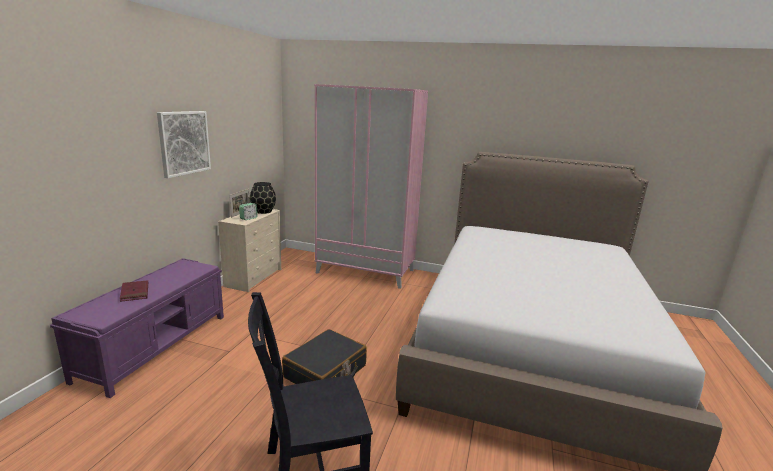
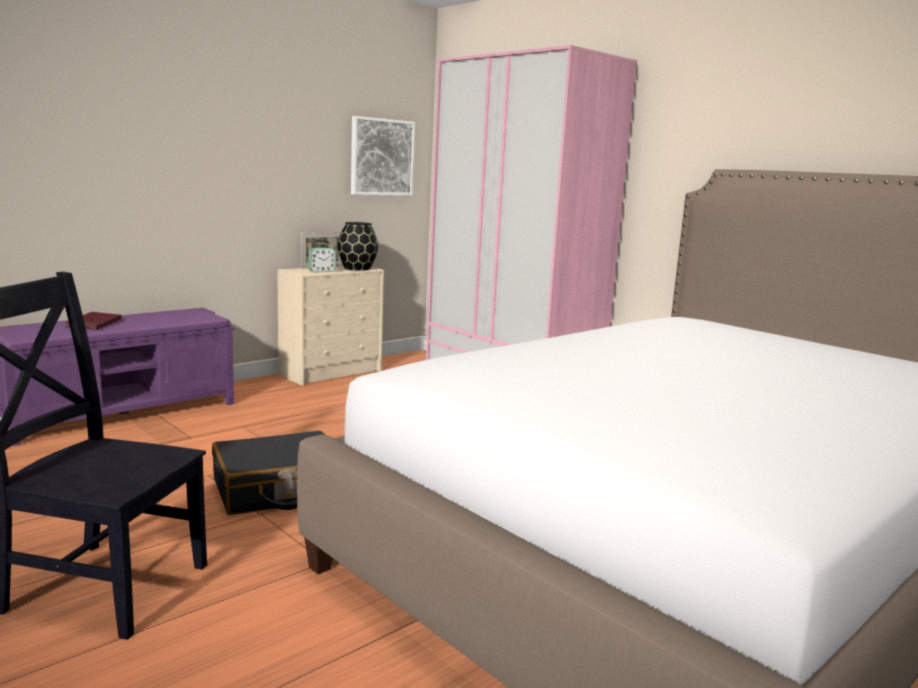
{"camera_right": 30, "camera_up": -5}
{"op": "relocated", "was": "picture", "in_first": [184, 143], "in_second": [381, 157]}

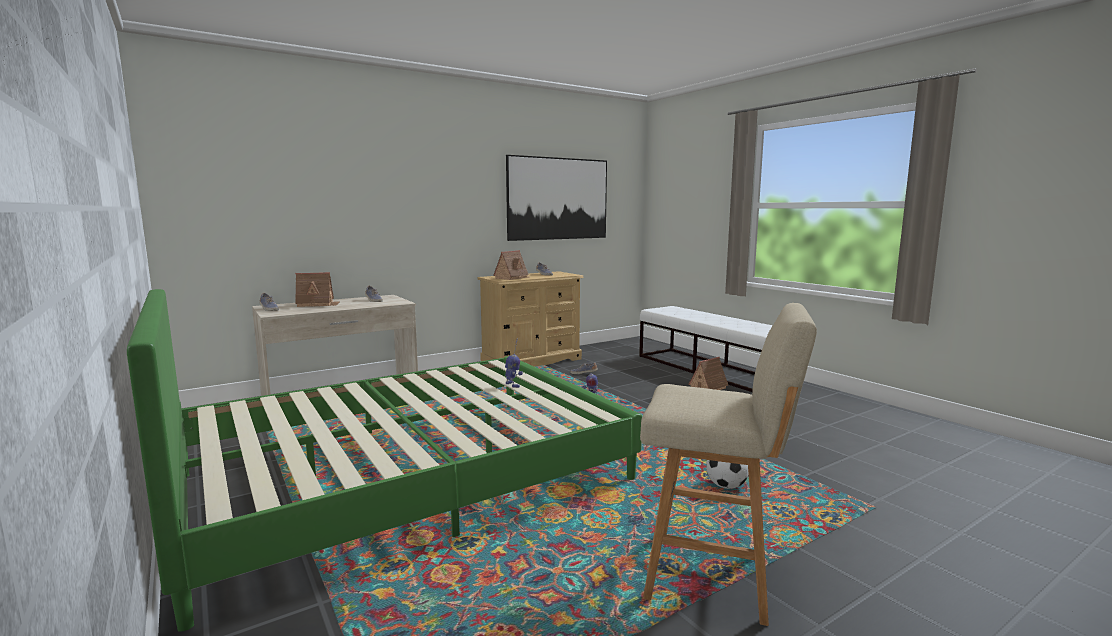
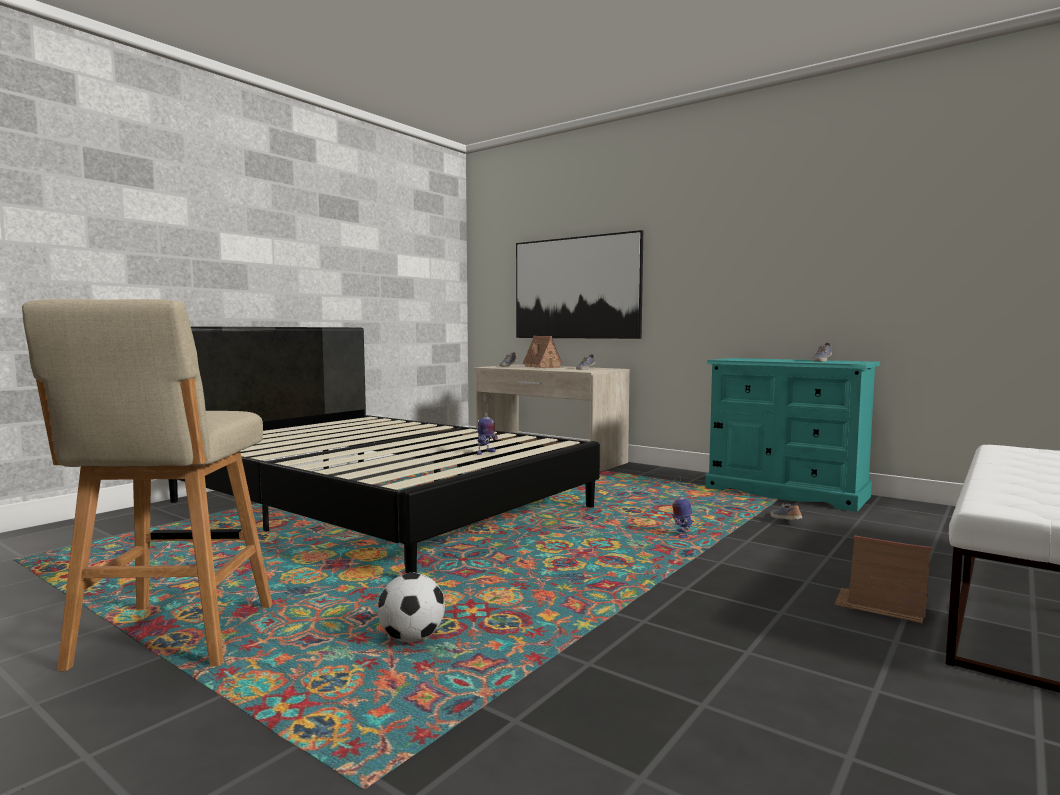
{"camera_right": 70, "camera_up": -5}
{"op": "relocated", "was": "picture", "in_first": [558, 199], "in_second": [576, 288]}
{"op": "missing", "was": "toy house", "in_first": [512, 278]}
{"op": "colour", "was": "beige dresser", "now": "turquoise dresser", "in_first": [532, 361], "in_second": [786, 492]}
{"op": "colour", "was": "green bed", "now": "black bed", "in_first": [404, 477], "in_second": [378, 504]}

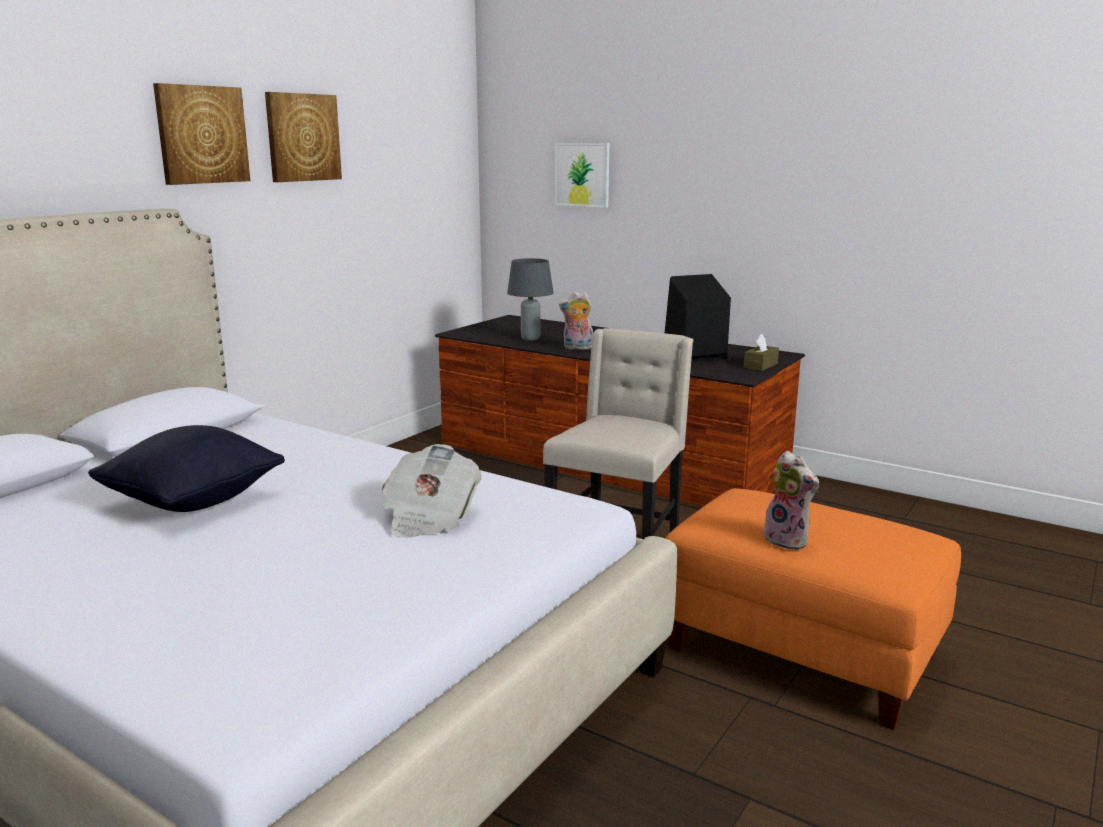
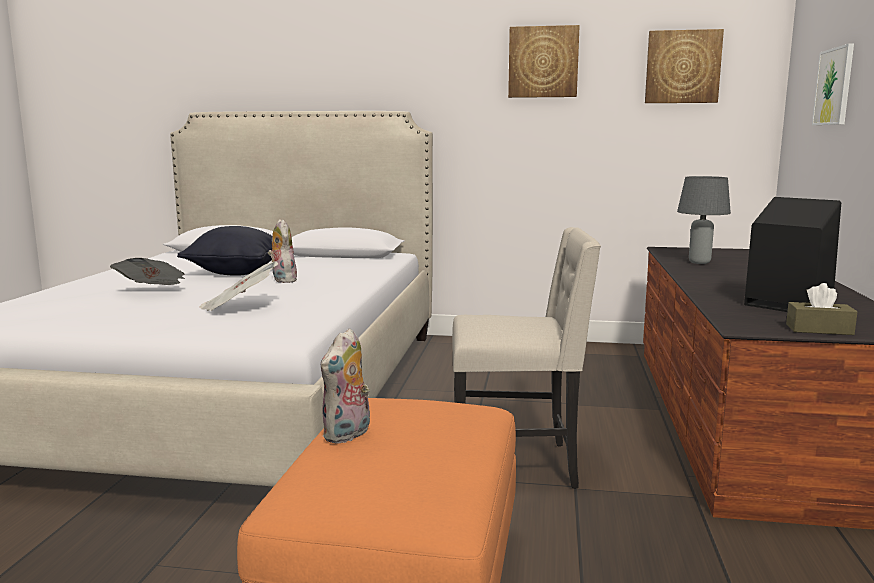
{"camera_right": 65, "camera_up": -5}
{"op": "relocated", "was": "picture", "in_first": [201, 134], "in_second": [682, 67]}
{"op": "relocated", "was": "plush toy", "in_first": [577, 348], "in_second": [282, 280]}
{"op": "appeared", "now": "newspaper", "in_second": [153, 291]}

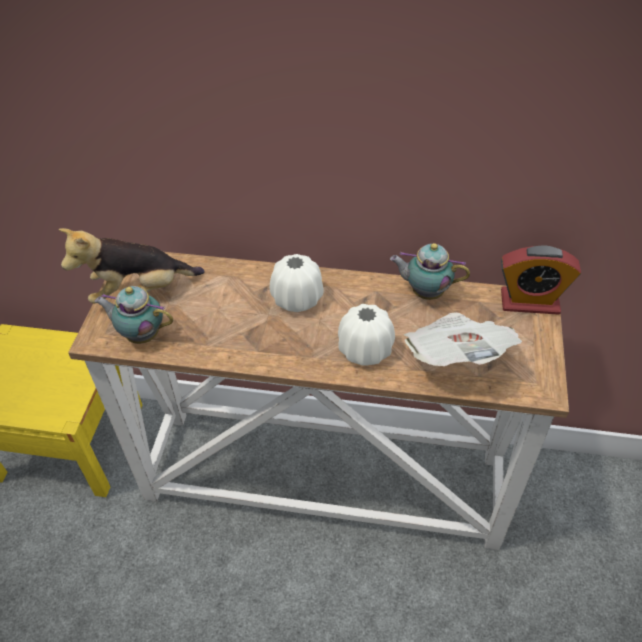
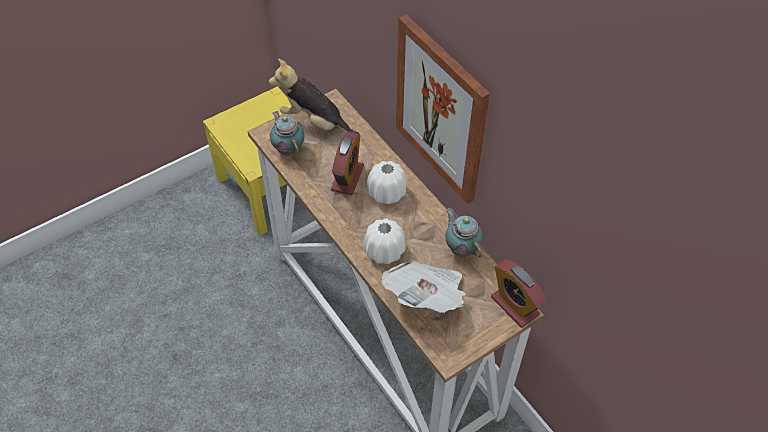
{"camera_right": 45, "camera_up": 5}
{"op": "appeared", "now": "picture", "in_second": [441, 110]}
{"op": "appeared", "now": "alarm clock", "in_second": [347, 178]}

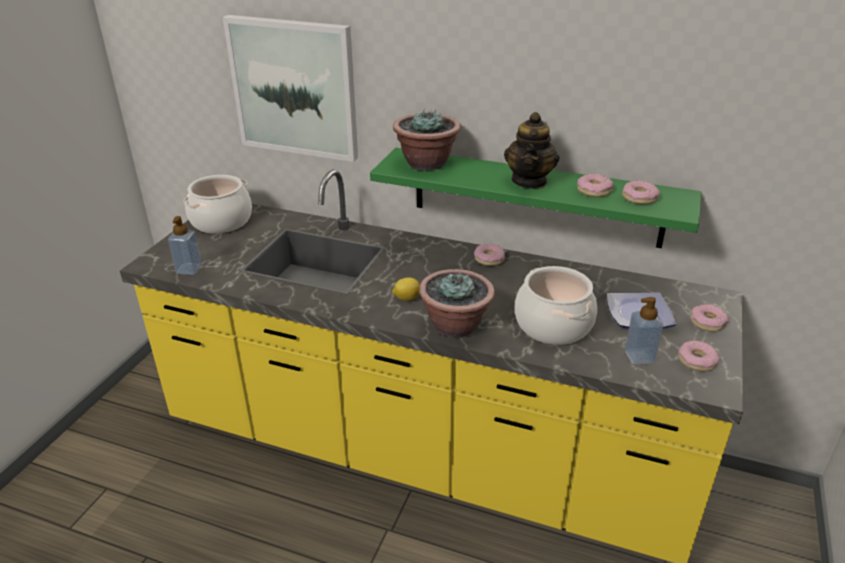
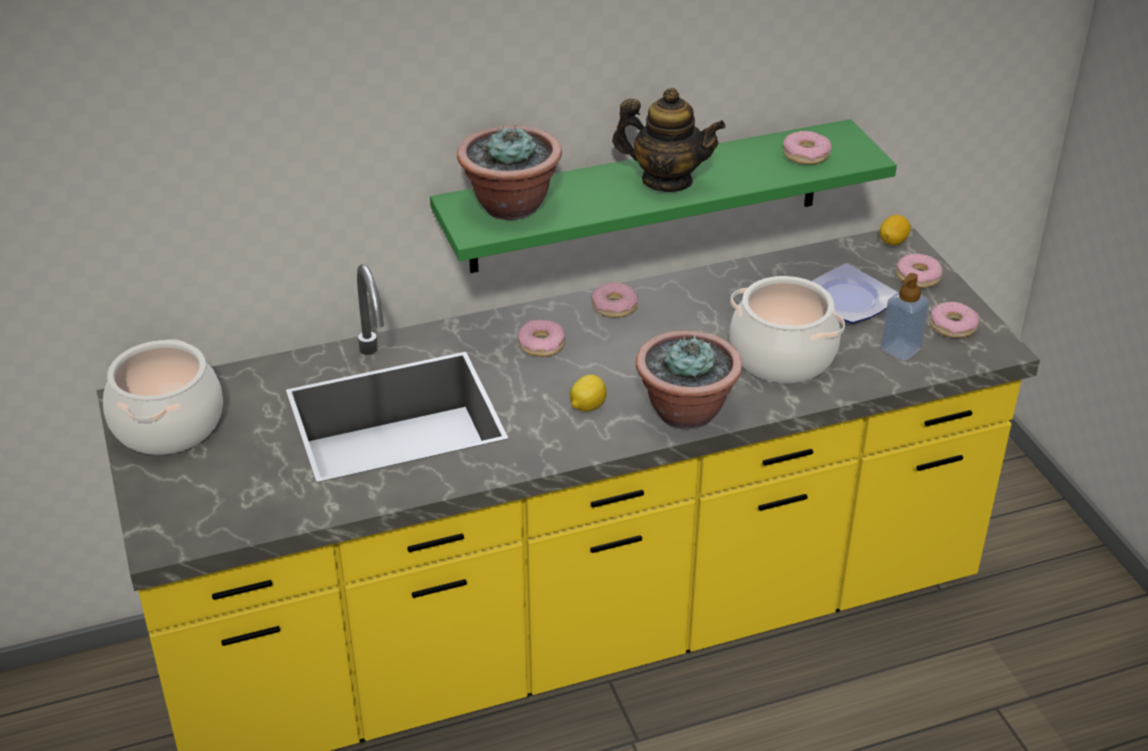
{"camera_right": -40, "camera_up": 5}
{"op": "missing", "was": "picture", "in_first": [294, 88]}
{"op": "spun", "was": "teapot", "in_first": [530, 181], "in_second": [666, 180], "clockwise": -45}
{"op": "relocated", "was": "donut", "in_first": [594, 191], "in_second": [541, 344]}
{"op": "missing", "was": "soap dispenser", "in_first": [189, 269]}
{"op": "appeared", "now": "lemon", "in_second": [893, 241]}

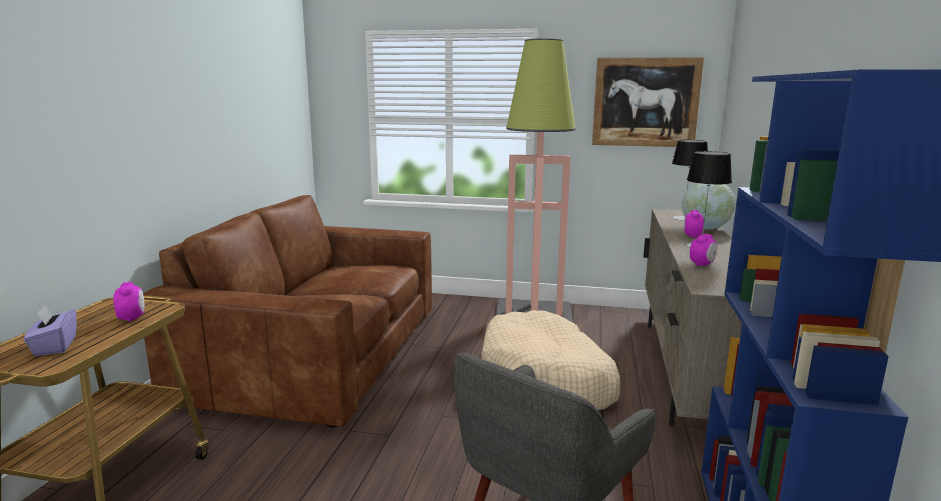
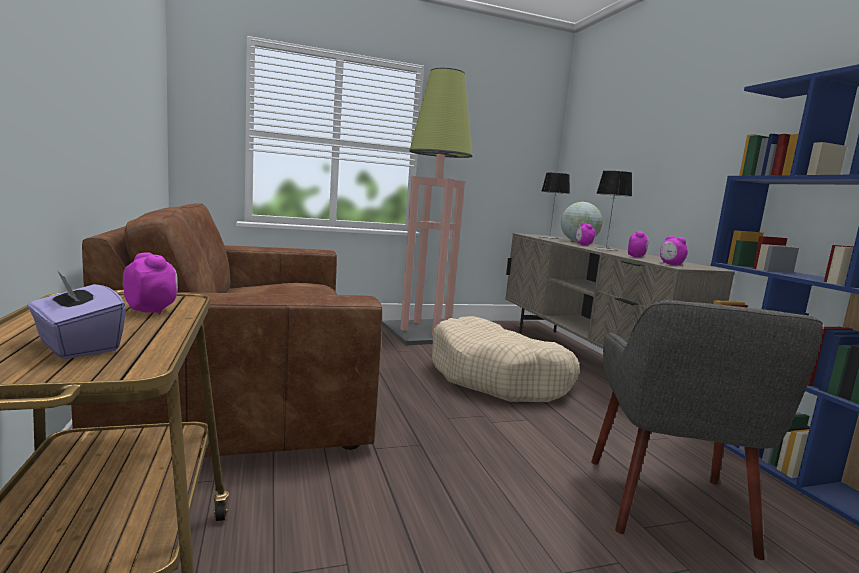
{"camera_right": -30, "camera_up": -5}
{"op": "missing", "was": "picture", "in_first": [645, 102]}
{"op": "appeared", "now": "alarm clock", "in_second": [671, 264]}

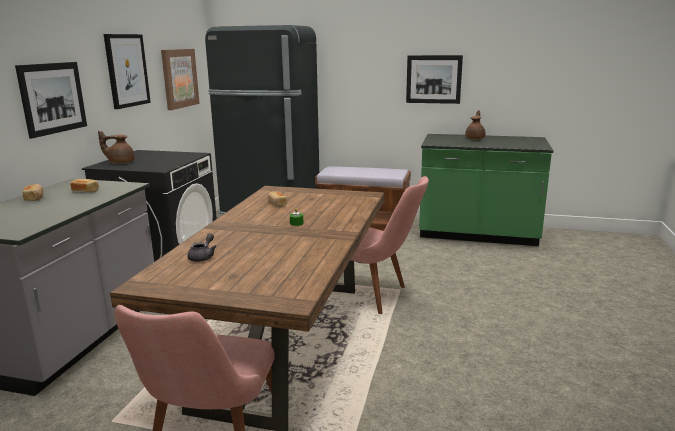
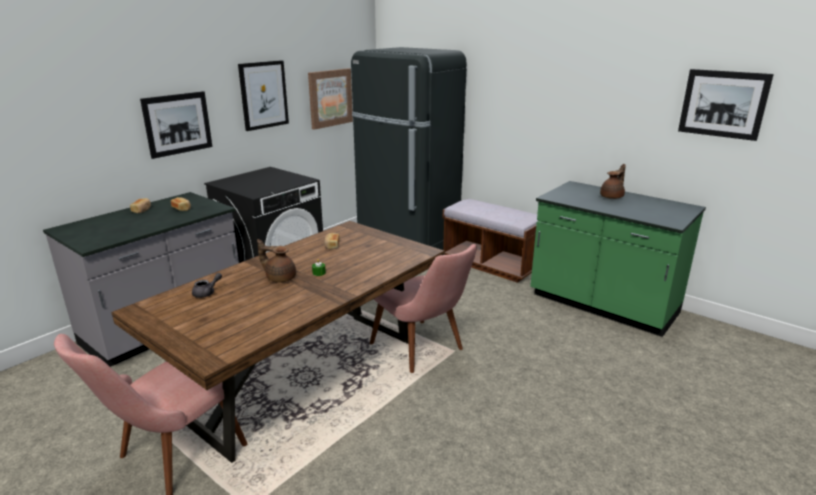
{"camera_right": 25, "camera_up": 5}
{"op": "relocated", "was": "picture", "in_first": [433, 79], "in_second": [723, 104]}
{"op": "relocated", "was": "brown teapot", "in_first": [120, 162], "in_second": [280, 278]}

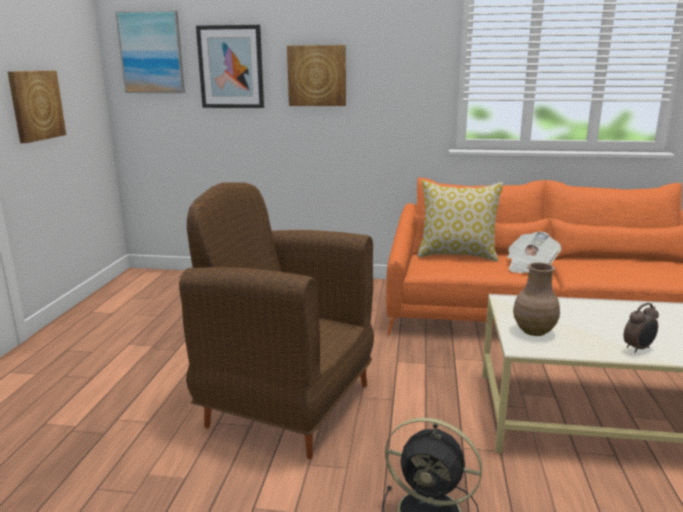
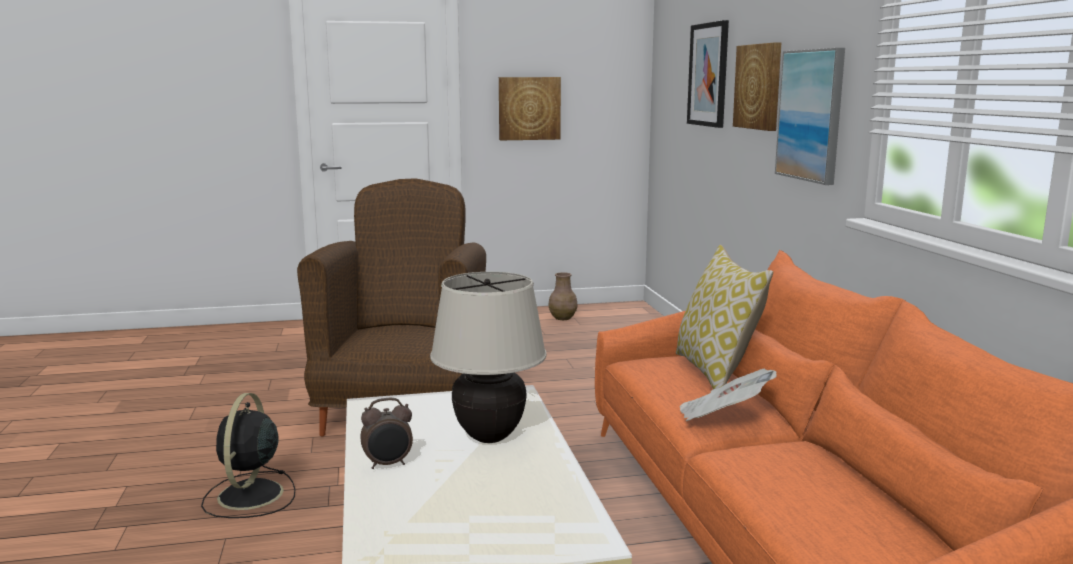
{"camera_right": 70, "camera_up": -5}
{"op": "relocated", "was": "picture", "in_first": [151, 53], "in_second": [811, 115]}
{"op": "relocated", "was": "brown vase", "in_first": [533, 330], "in_second": [563, 318]}
{"op": "spun", "was": "alarm clock", "in_first": [638, 349], "in_second": [388, 464], "clockwise": -60}
{"op": "appeared", "now": "beige table lamp", "in_second": [489, 437]}

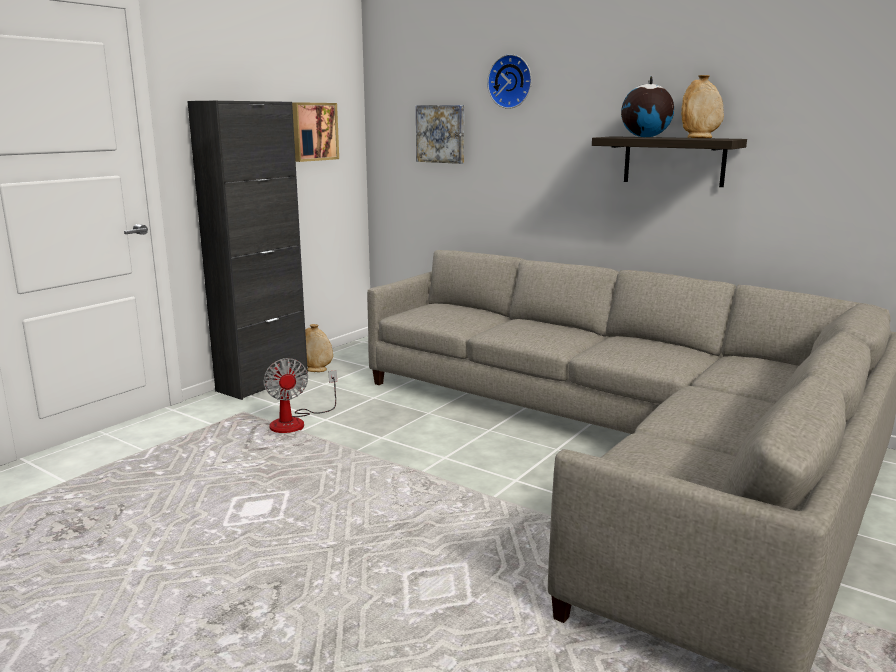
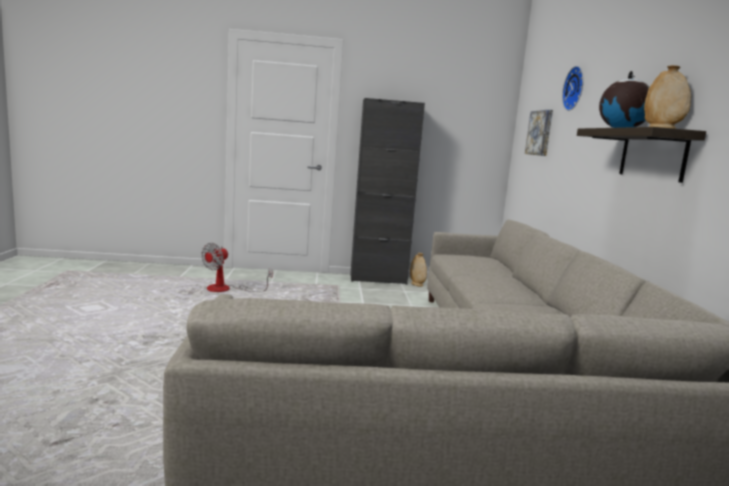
{"camera_right": 50, "camera_up": -5}
{"op": "missing", "was": "picture", "in_first": [313, 131]}
{"op": "relocated", "was": "fan", "in_first": [296, 422], "in_second": [227, 289]}

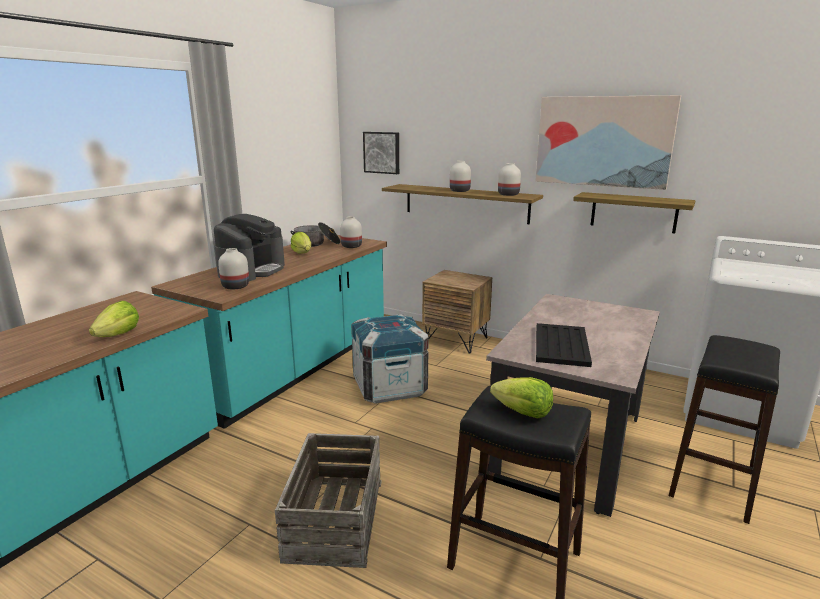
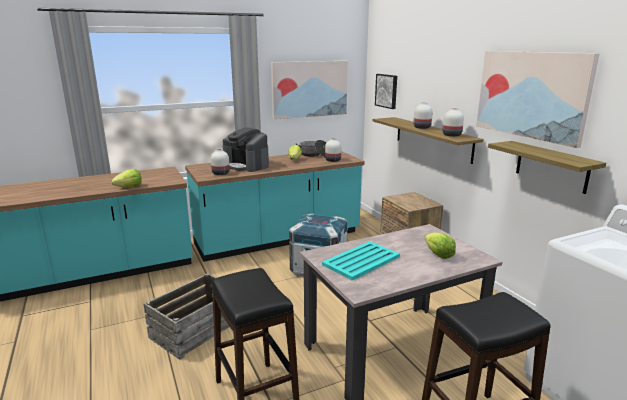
{"camera_right": 35, "camera_up": 0}
{"op": "spun", "was": "coffee machine", "in_first": [252, 270], "in_second": [246, 165], "clockwise": 75}
{"op": "colour", "was": "black tray", "now": "turquoise tray", "in_first": [561, 346], "in_second": [360, 261]}
{"op": "relocated", "was": "lettuce", "in_first": [522, 412], "in_second": [438, 254]}
{"op": "appeared", "now": "picture", "in_second": [309, 89]}

